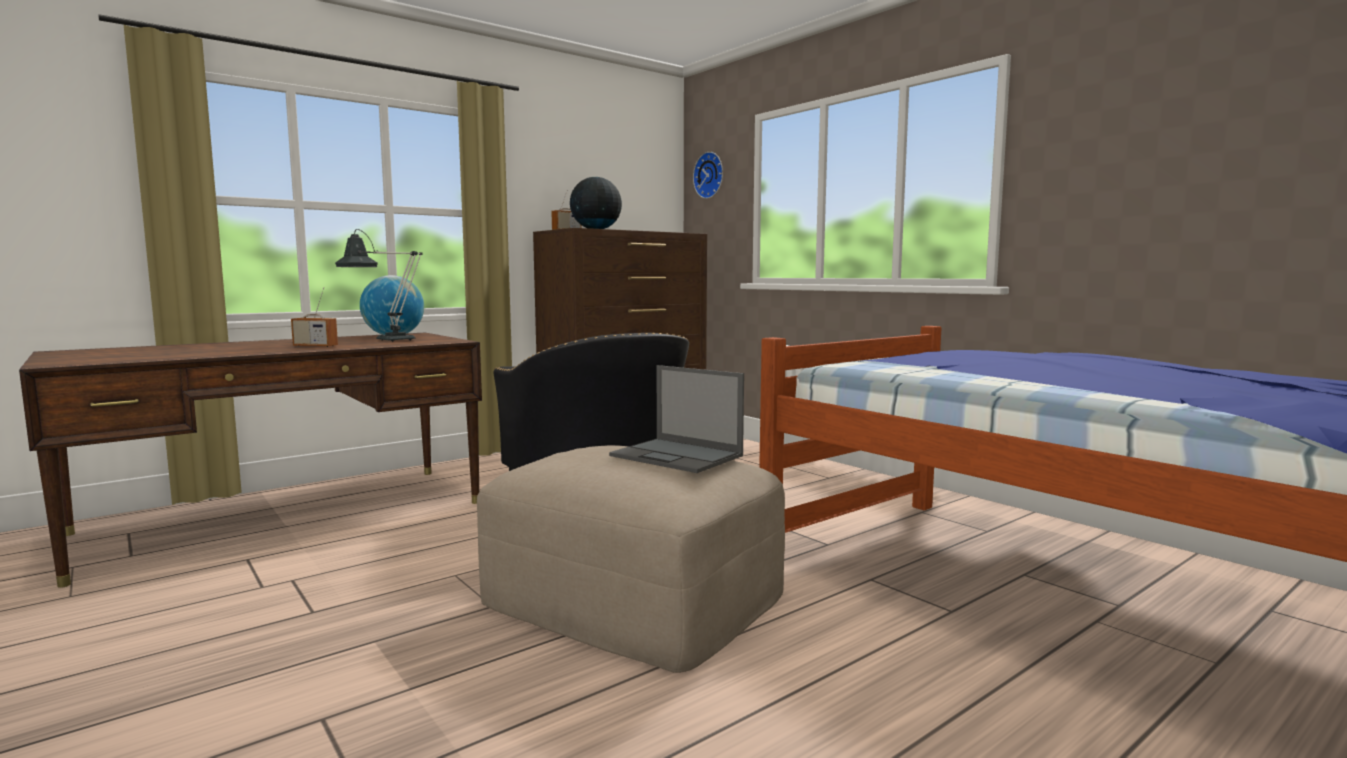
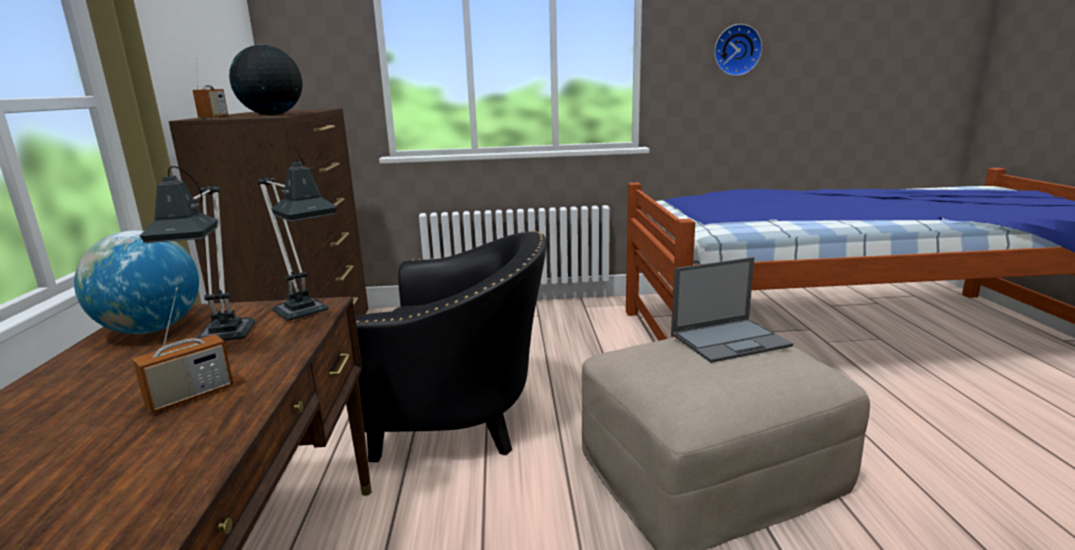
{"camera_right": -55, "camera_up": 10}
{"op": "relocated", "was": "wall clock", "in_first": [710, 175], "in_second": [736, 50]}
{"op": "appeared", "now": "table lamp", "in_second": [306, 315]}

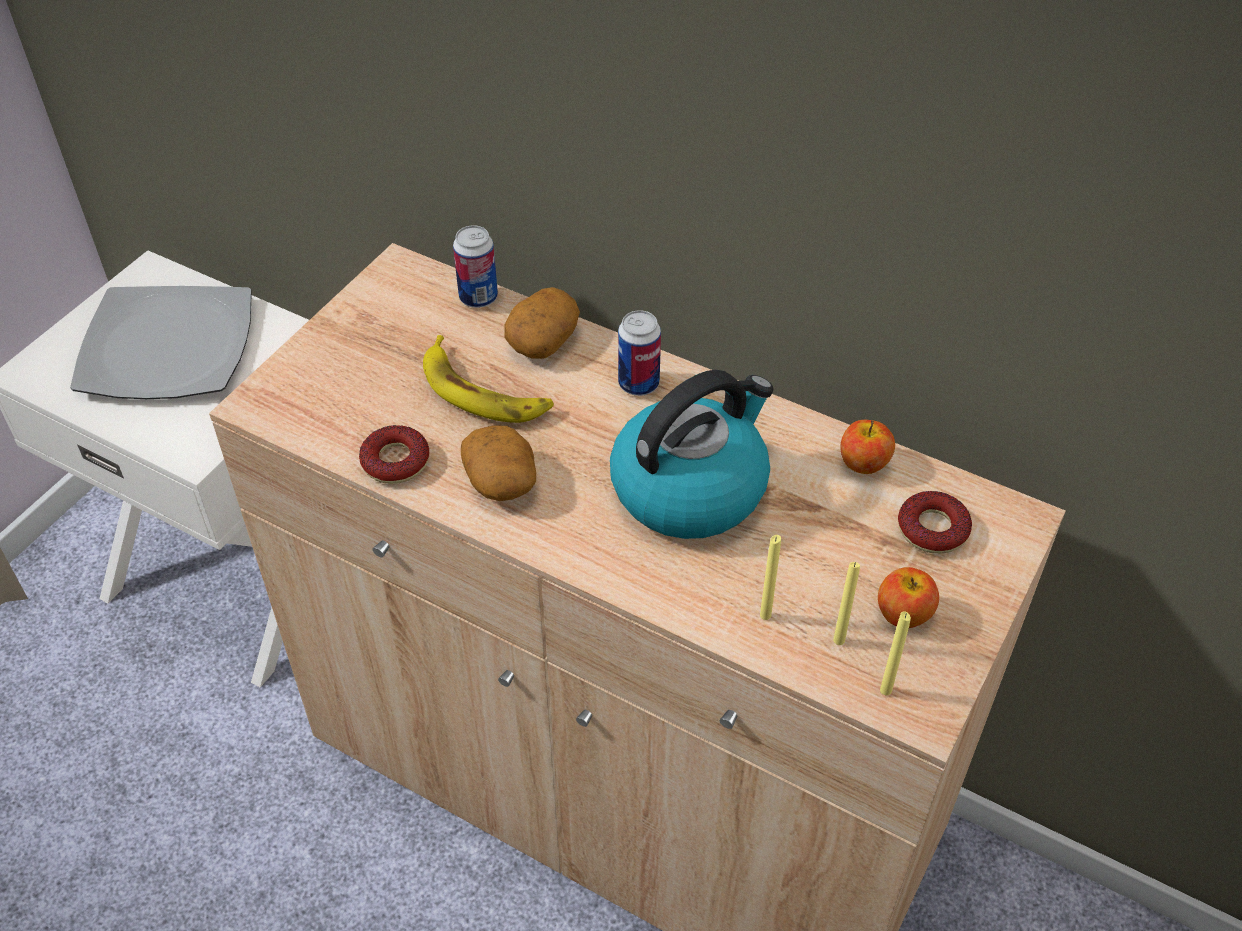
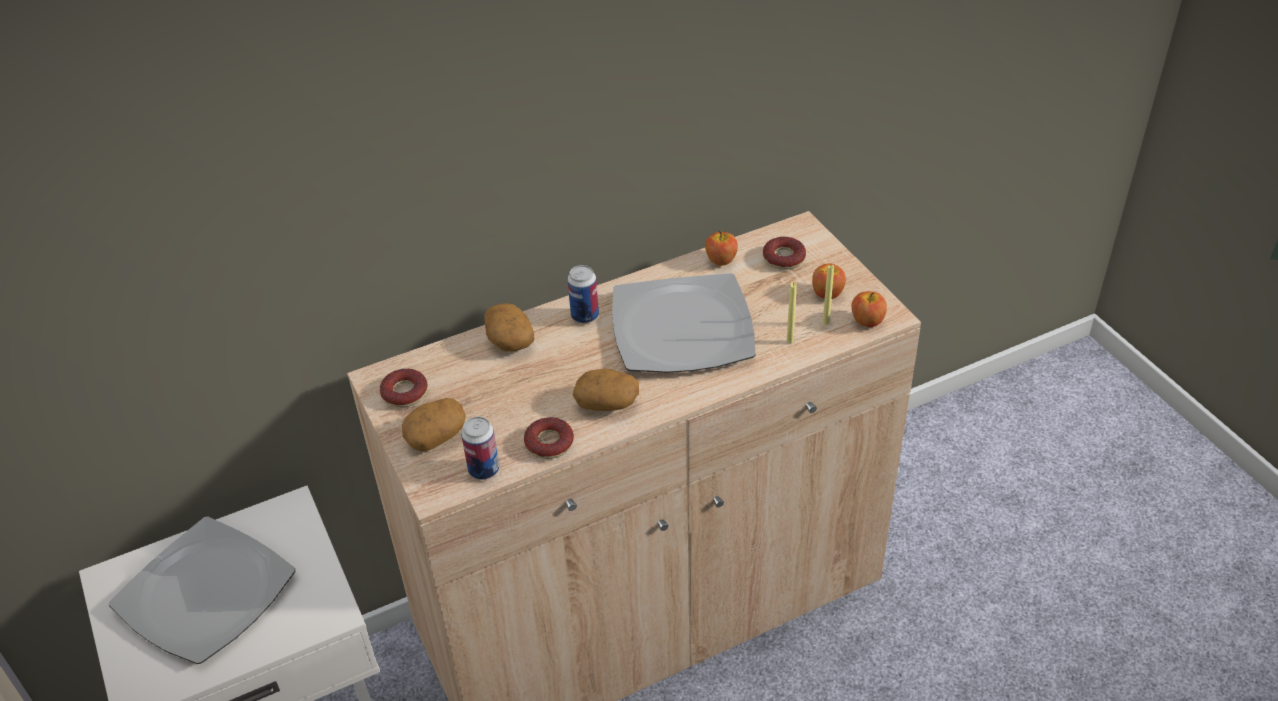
{"camera_right": -55, "camera_up": -5}
{"op": "relocated", "was": "can", "in_first": [478, 297], "in_second": [484, 470]}
{"op": "missing", "was": "banana", "in_first": [483, 391]}
{"op": "exchanged", "was": "kettle", "now": "plate", "in_first": [690, 488], "in_second": [681, 330]}
{"op": "exchanged", "was": "yellow candle", "now": "apple", "in_first": [885, 690], "in_second": [867, 321]}
{"op": "appeared", "now": "donut", "in_second": [405, 393]}
{"op": "appeared", "now": "potato", "in_second": [436, 436]}

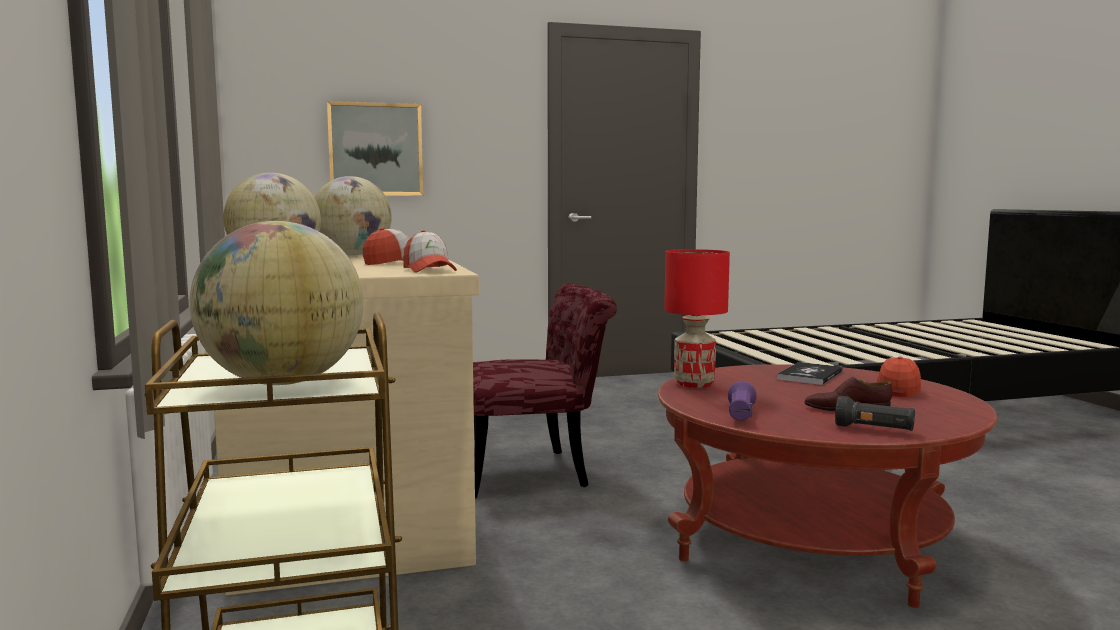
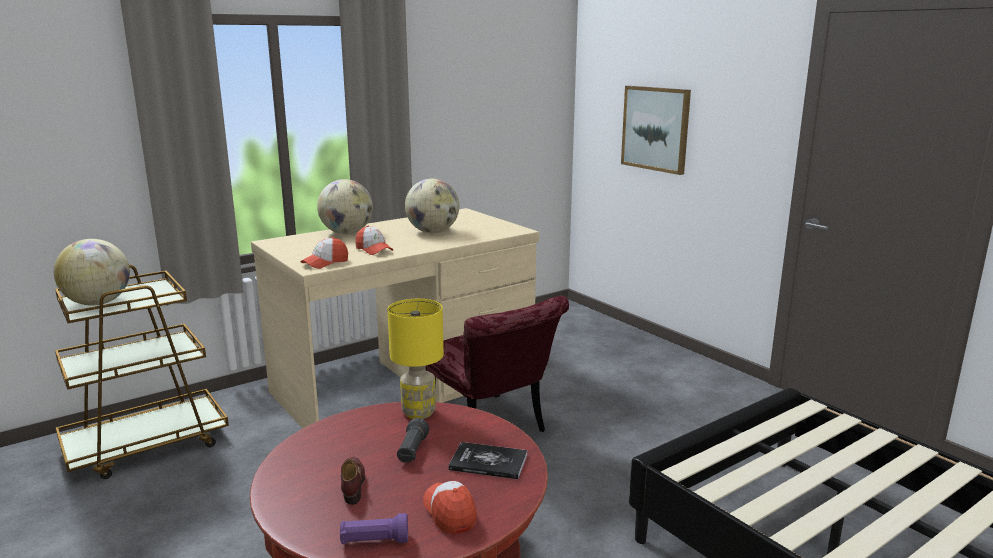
{"camera_right": 70, "camera_up": 10}
{"op": "colour", "was": "red table lamp", "now": "yellow table lamp", "in_first": [695, 384], "in_second": [419, 413]}
{"op": "spun", "was": "cap", "in_first": [899, 389], "in_second": [449, 512], "clockwise": -120}
{"op": "relocated", "was": "purple flashlight", "in_first": [740, 416], "in_second": [374, 541]}
{"op": "relocated", "was": "black flashlight", "in_first": [874, 429], "in_second": [412, 451]}

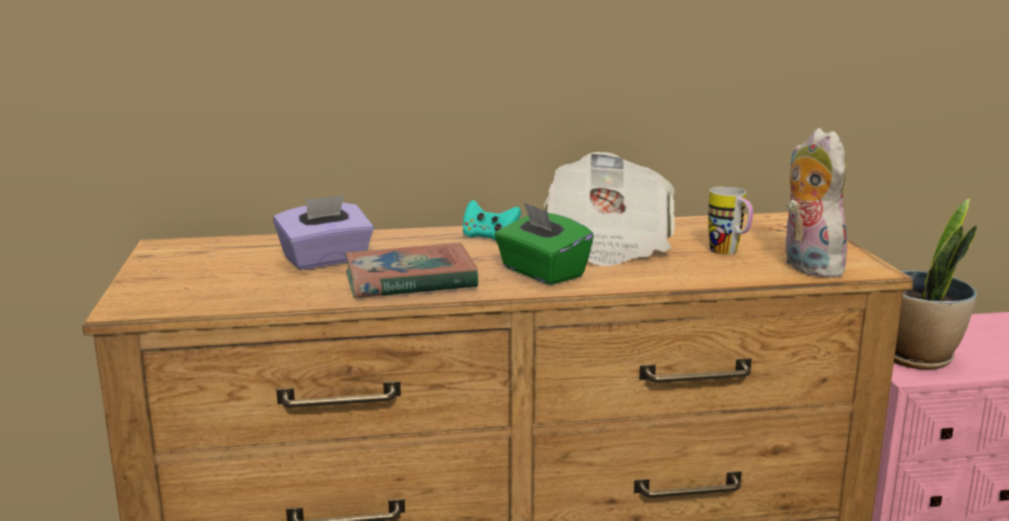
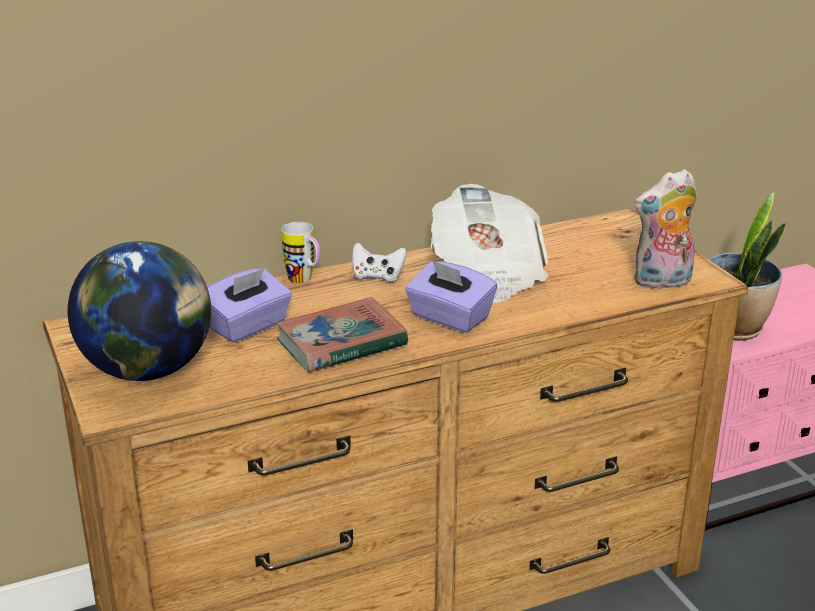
{"camera_right": -15, "camera_up": 10}
{"op": "spun", "was": "plush toy", "in_first": [806, 267], "in_second": [662, 282], "clockwise": -75}
{"op": "relocated", "was": "mug", "in_first": [729, 253], "in_second": [304, 281]}
{"op": "colour", "was": "turquoise game controller", "now": "white game controller", "in_first": [489, 237], "in_second": [377, 277]}
{"op": "colour", "was": "green tissue box", "now": "purple tissue box", "in_first": [541, 272], "in_second": [449, 318]}
{"op": "appeared", "now": "globe", "in_second": [148, 370]}

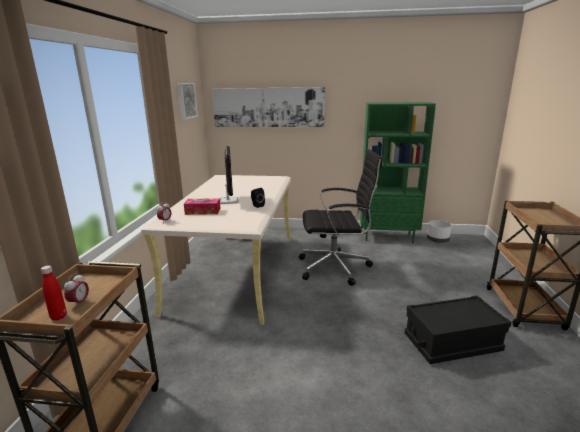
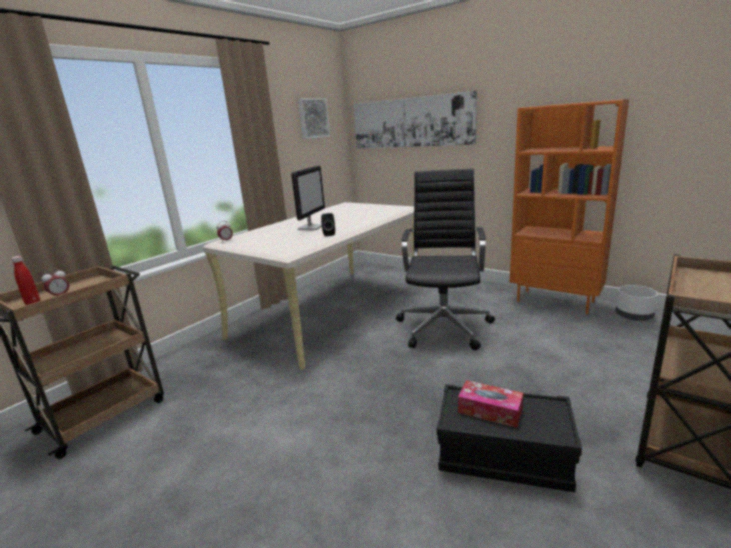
{"camera_right": 30, "camera_up": 0}
{"op": "colour", "was": "green bookcase", "now": "orange bookcase", "in_first": [388, 237], "in_second": [555, 301]}
{"op": "spun", "was": "black office chair", "in_first": [336, 267], "in_second": [444, 326], "clockwise": -105}
{"op": "relocated", "was": "tissue box", "in_first": [203, 211], "in_second": [490, 411]}

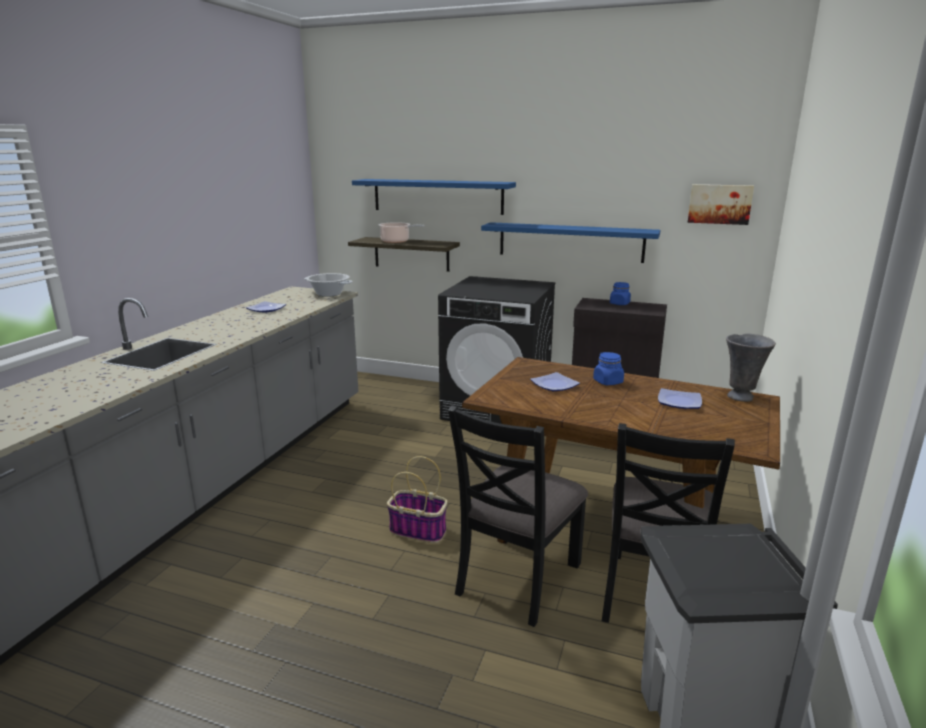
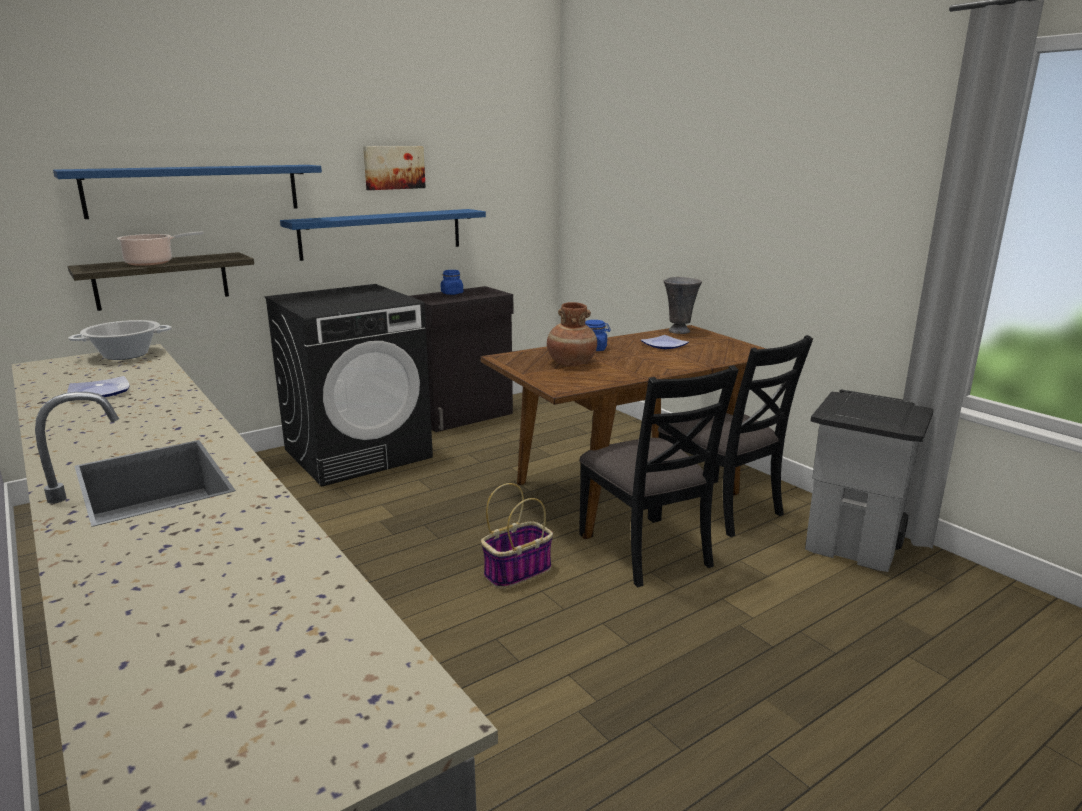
{"camera_right": -55, "camera_up": 0}
{"op": "relocated", "was": "picture", "in_first": [719, 204], "in_second": [393, 167]}
{"op": "exchanged", "was": "plate", "now": "brown vase", "in_first": [554, 385], "in_second": [571, 363]}

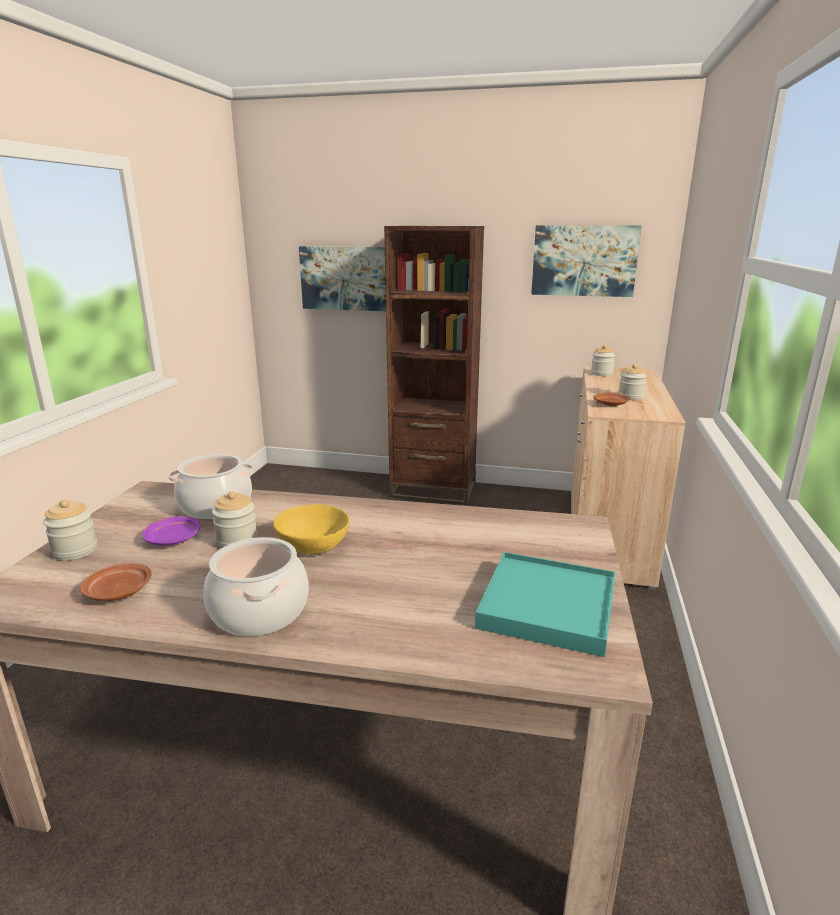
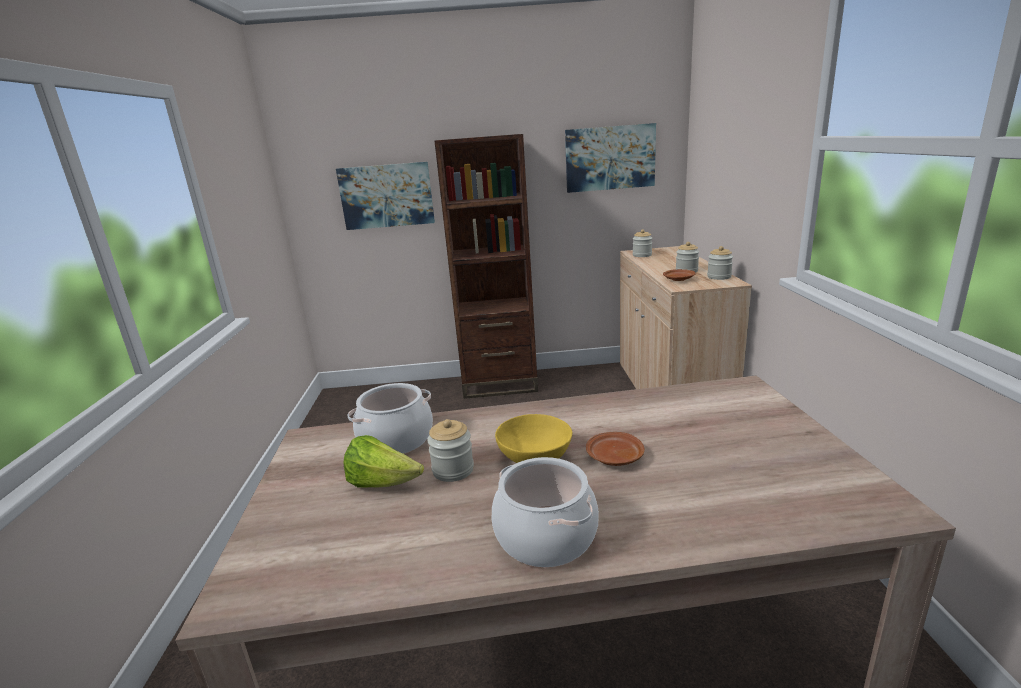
{"camera_right": -15, "camera_up": 0}
{"op": "relocated", "was": "jar", "in_first": [75, 550], "in_second": [719, 277]}
{"op": "exchanged", "was": "purple plate", "now": "lettuce", "in_first": [173, 539], "in_second": [383, 483]}
{"op": "missing", "was": "turquoise tray", "in_first": [547, 606]}
{"op": "relocated", "was": "brown plate", "in_first": [118, 592], "in_second": [614, 458]}

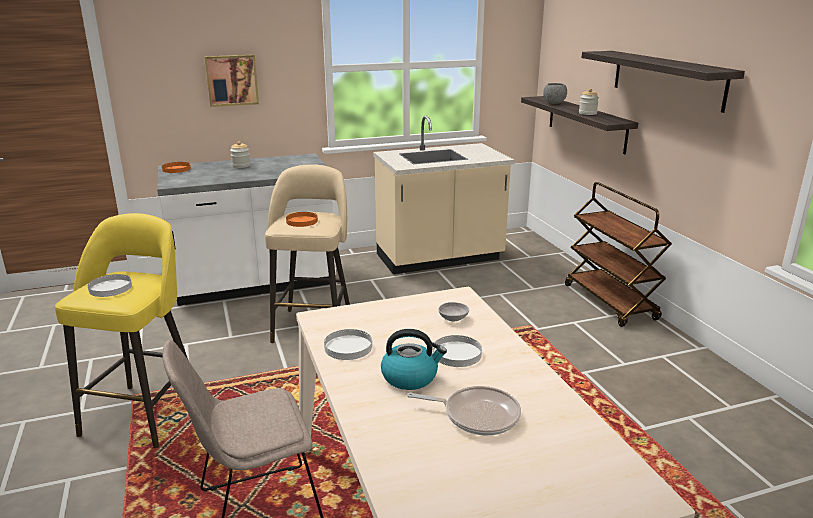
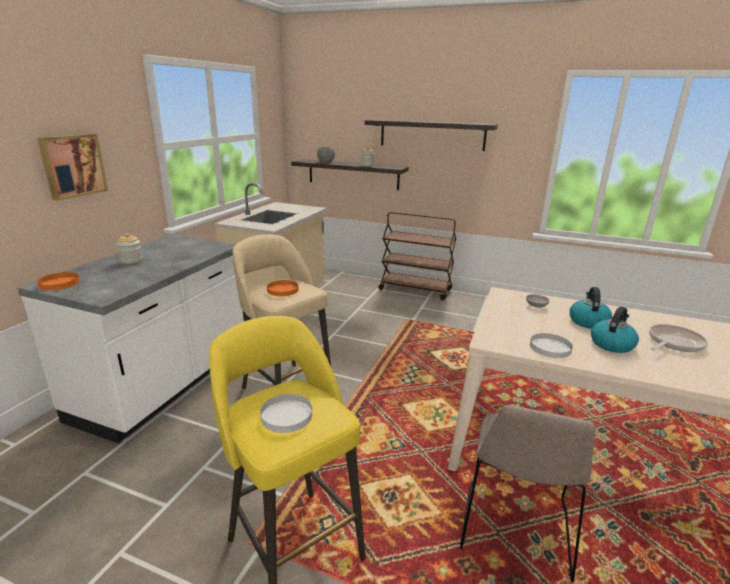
{"camera_right": -50, "camera_up": 0}
{"op": "exchanged", "was": "white plate", "now": "kettle", "in_first": [456, 353], "in_second": [588, 321]}

